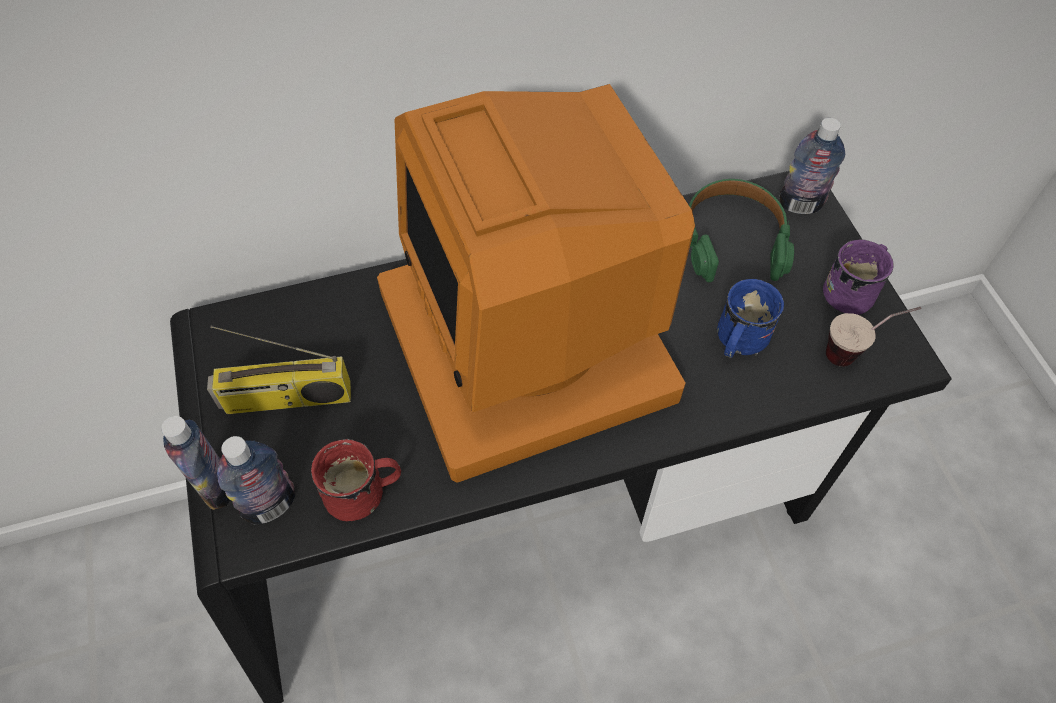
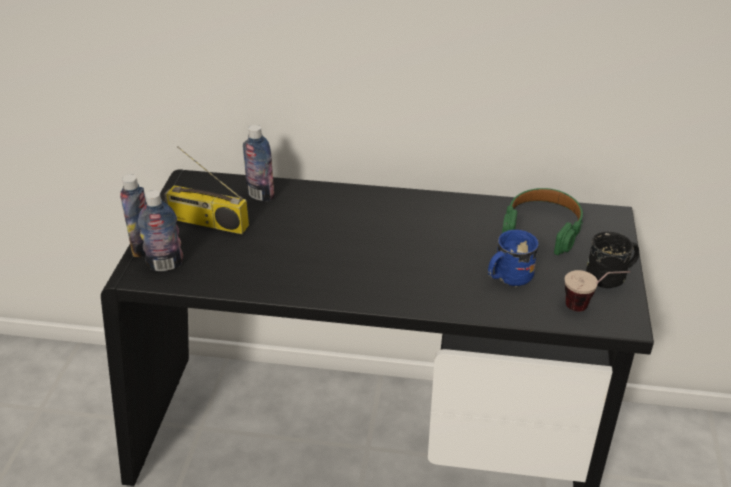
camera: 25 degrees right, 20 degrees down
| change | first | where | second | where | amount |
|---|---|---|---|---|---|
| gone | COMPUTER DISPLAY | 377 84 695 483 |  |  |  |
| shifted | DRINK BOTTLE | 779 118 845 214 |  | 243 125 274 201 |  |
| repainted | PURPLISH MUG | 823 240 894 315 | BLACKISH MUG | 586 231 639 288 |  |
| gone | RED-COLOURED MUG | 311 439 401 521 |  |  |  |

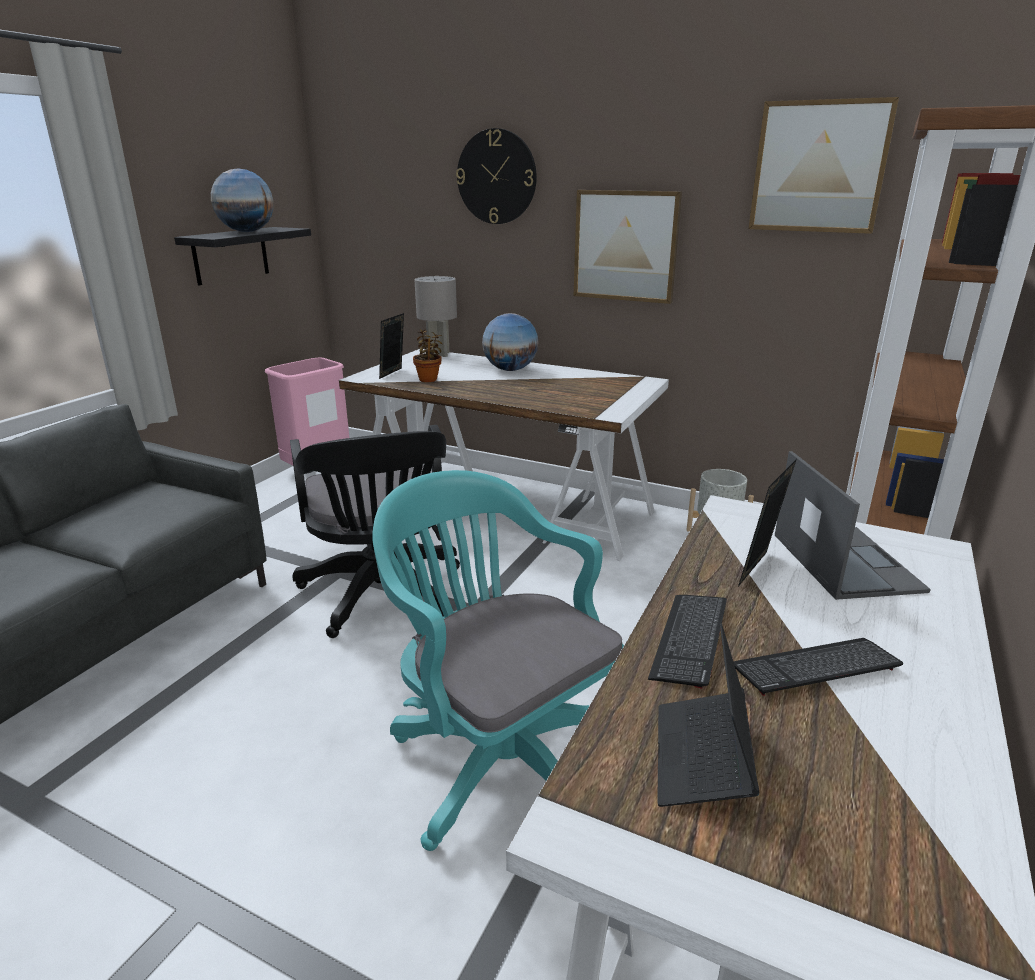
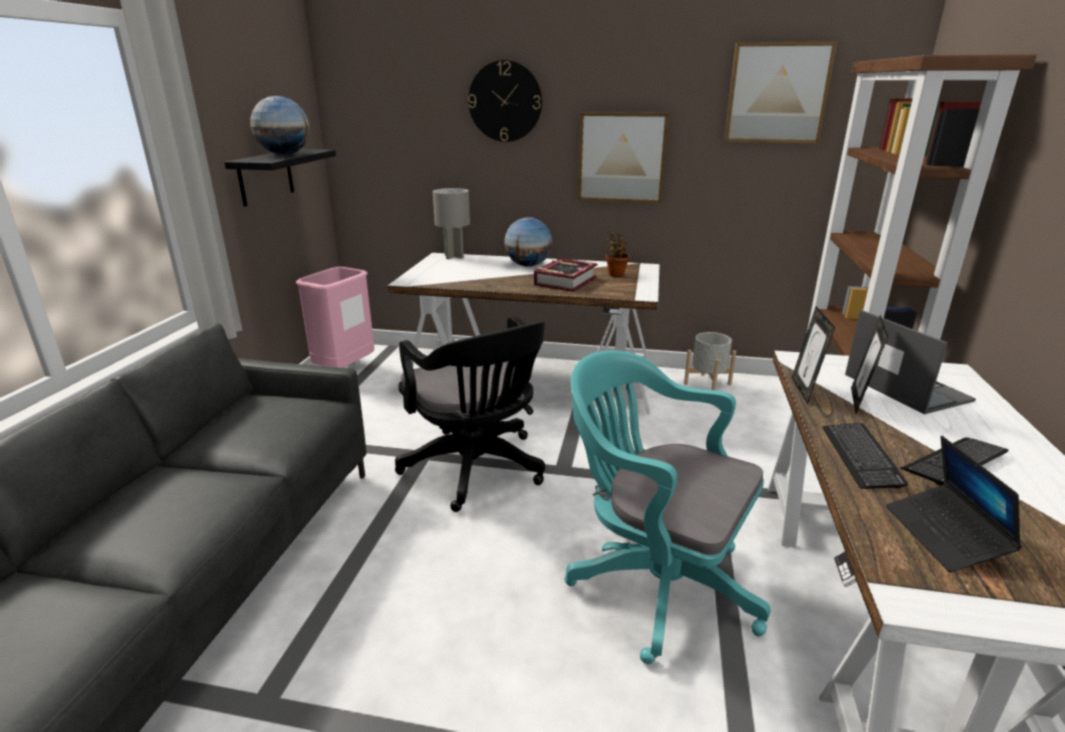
camera: 15 degrees left, 0 degrees up
| change | first | where | second | where | amount |
|---|---|---|---|---|---|
| shifted | STANDING FRAME | 379 313 404 379 |  | 792 306 835 404 |  |
| shifted | PLANT IN A POT | 413 329 443 382 |  | 605 232 630 277 |  |
| new |  |  | BOOK | 534 258 598 292 |  |

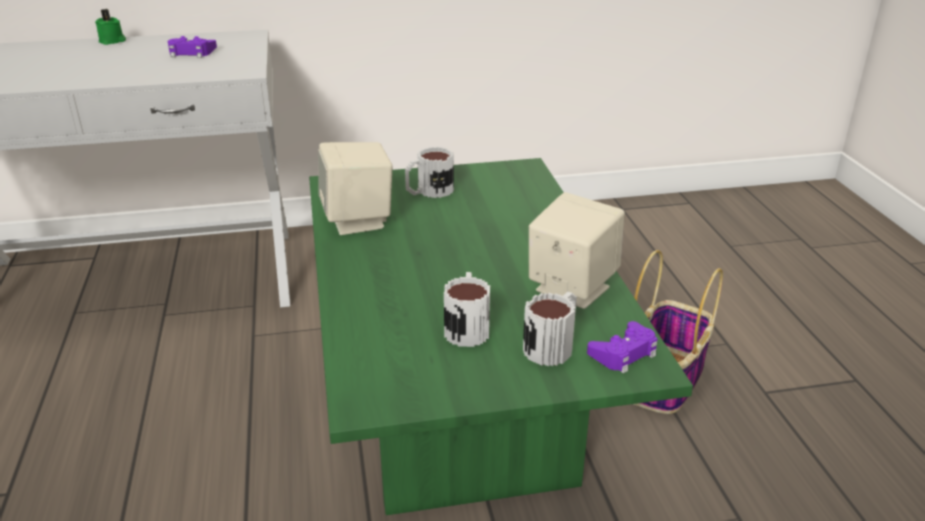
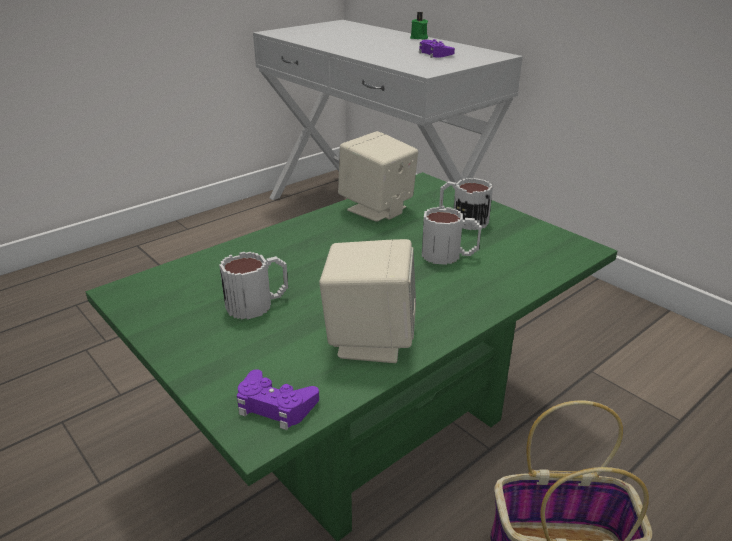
camera: 60 degrees right, 0 degrees up
| change | first | where | second | where | amount |
|---|---|---|---|---|---|
| shifted | MUG | 523 292 577 367 |  | 422 207 481 265 |  |

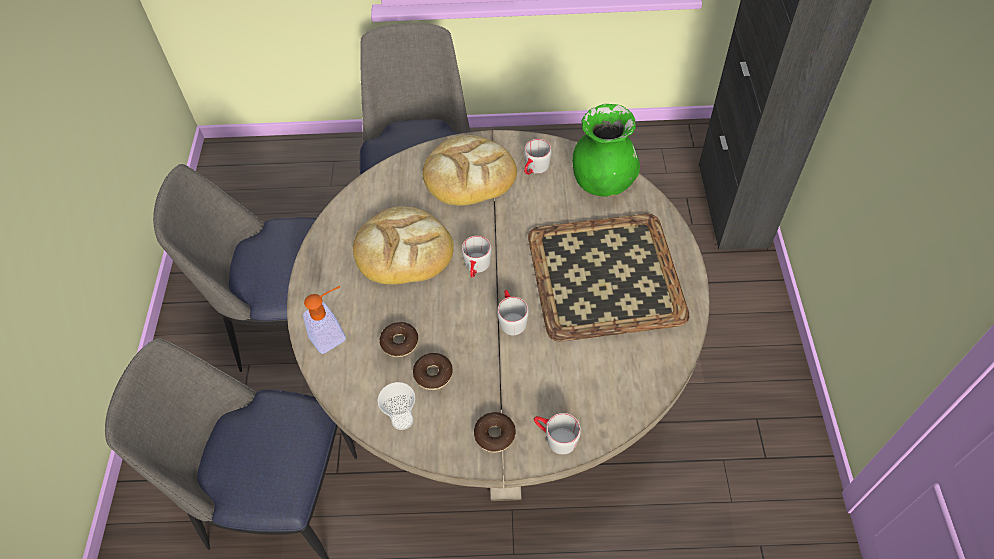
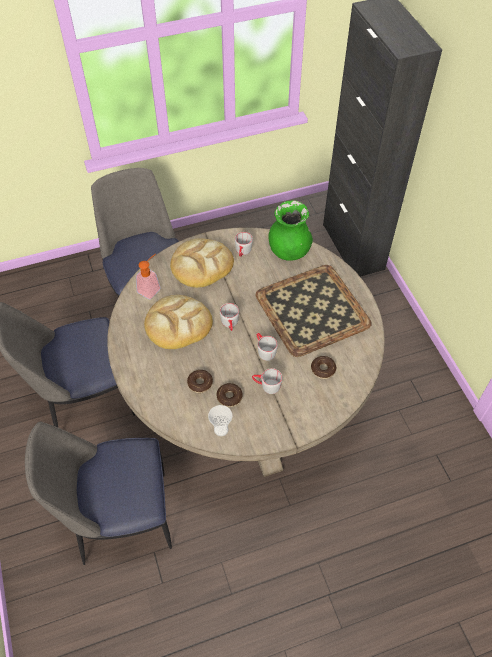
camera: 20 degrees left, 0 degrees up
| change | first | where | second | where | amount |
|---|---|---|---|---|---|
| shifted | SOAP BOTTLE | 303 286 346 354 |  | 136 254 161 299 |  |
| shifted | DONUT | 474 412 516 453 |  | 311 356 336 379 |  |
| shifted | GREYISH MUG | 534 413 581 455 |  | 252 368 282 394 |  |

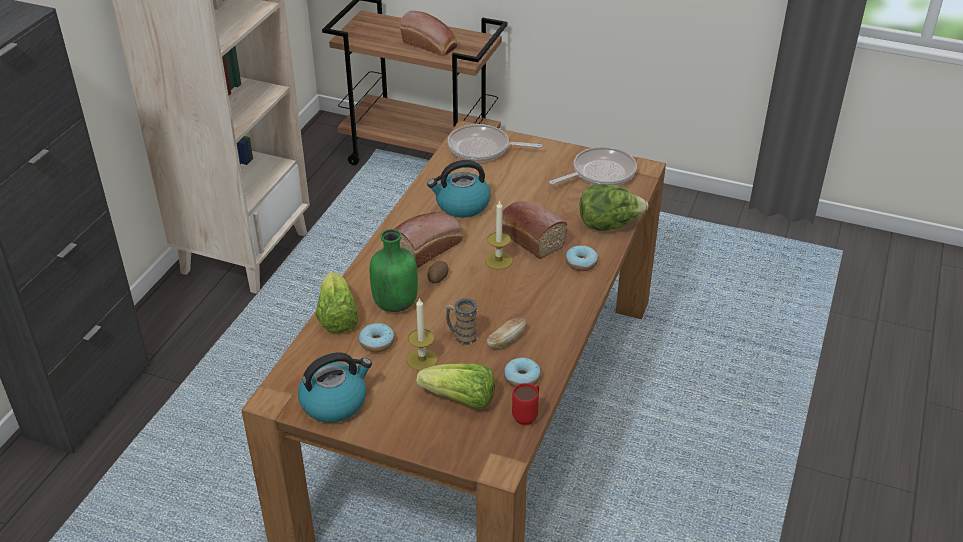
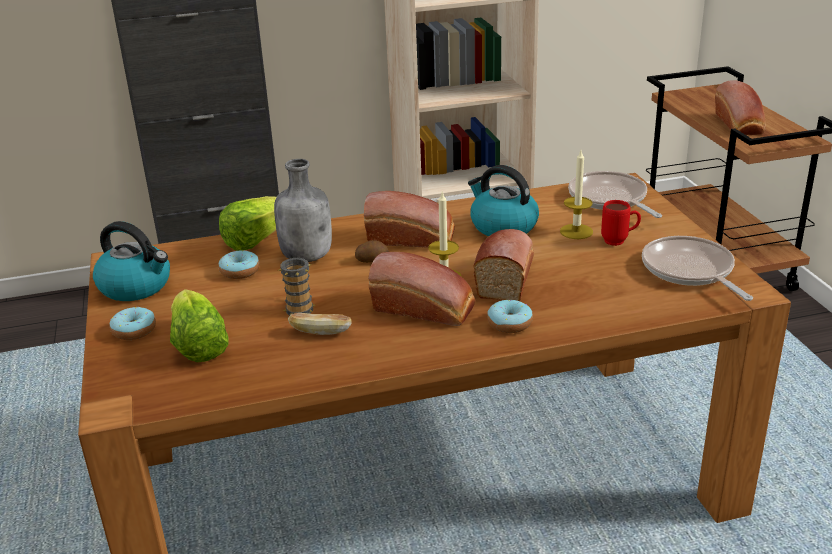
camera: 55 degrees right, 10 degrees down
| change | first | where | second | where | amount |
|---|---|---|---|---|---|
| rotated | PAN | 549 147 637 186 |  | 642 236 753 301 | 135 degrees counterclockwise |
| gone | LETTUCE HEAD | 580 184 649 231 |  |  |  |
| repainted | GREEN DRINK BOTTLE | 370 229 418 312 | GREYISH DRINK BOTTLE | 274 159 332 262 |  |
| shifted | WAX CANDLE | 407 297 438 371 |  | 560 151 593 239 |  |
| shifted | DONUT | 504 358 541 387 |  | 110 307 156 340 |  |
| shifted | RED-COLOURED MUG | 512 383 539 426 |  | 601 200 641 246 |  |
| new |  |  | BAKERY BREAD | 368 252 475 326 |  |

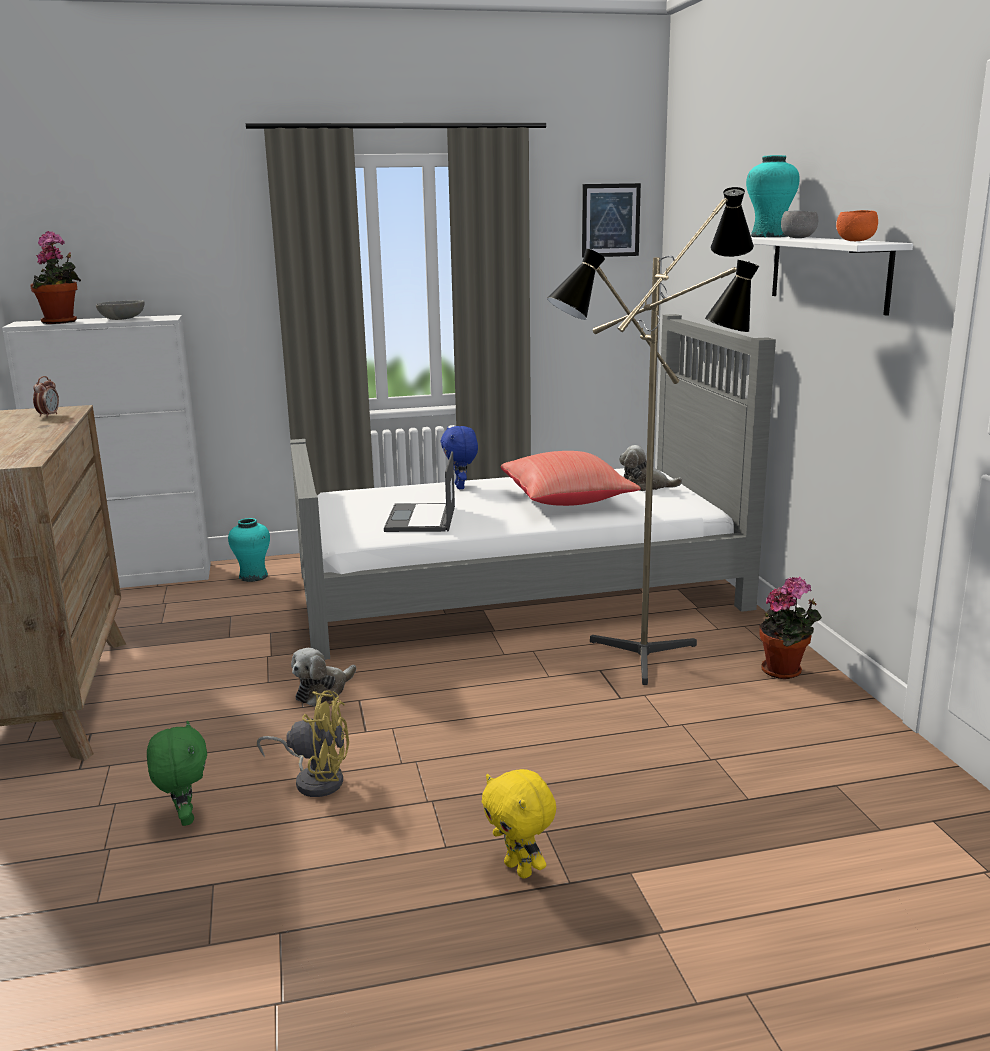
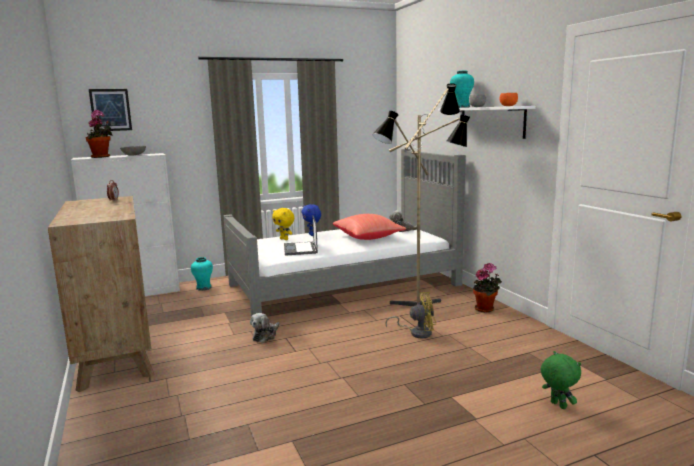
camera: 10 degrees left, 5 degrees down
| change | first | where | second | where | amount |
|---|---|---|---|---|---|
| shifted | PICTURE | 582 183 641 258 |  | 89 89 132 131 |  |
| shifted | YELLOWISH ELECTRIC FAN | 257 690 349 797 |  | 385 292 436 338 |  |
| shifted | GREEN CUDDLY TOY | 147 721 207 826 |  | 541 351 581 409 |  |
| shifted | YELLOWISH CUDDLY TOY | 482 769 556 879 |  | 272 208 294 240 |  |

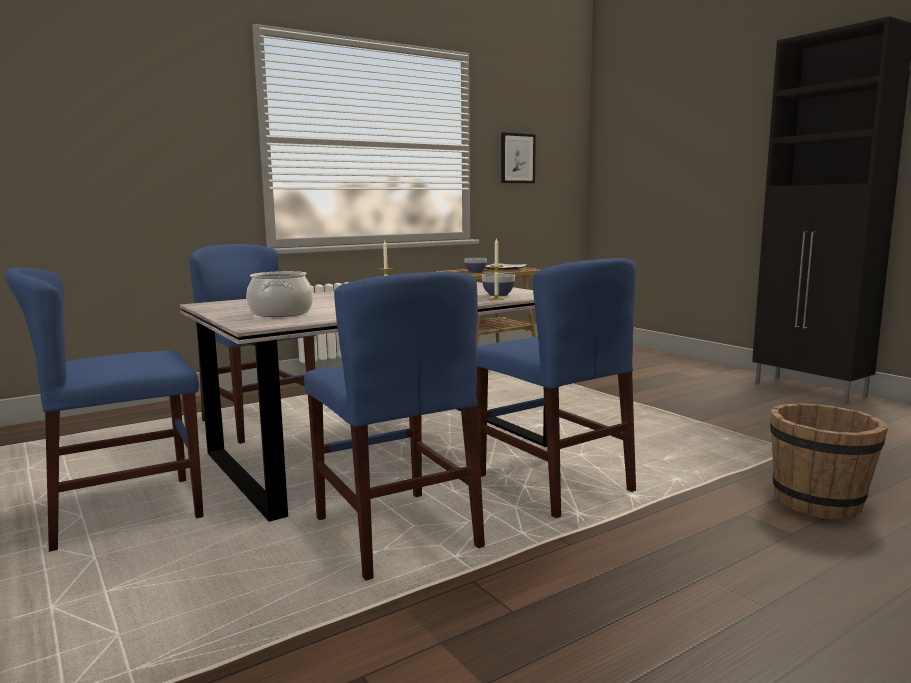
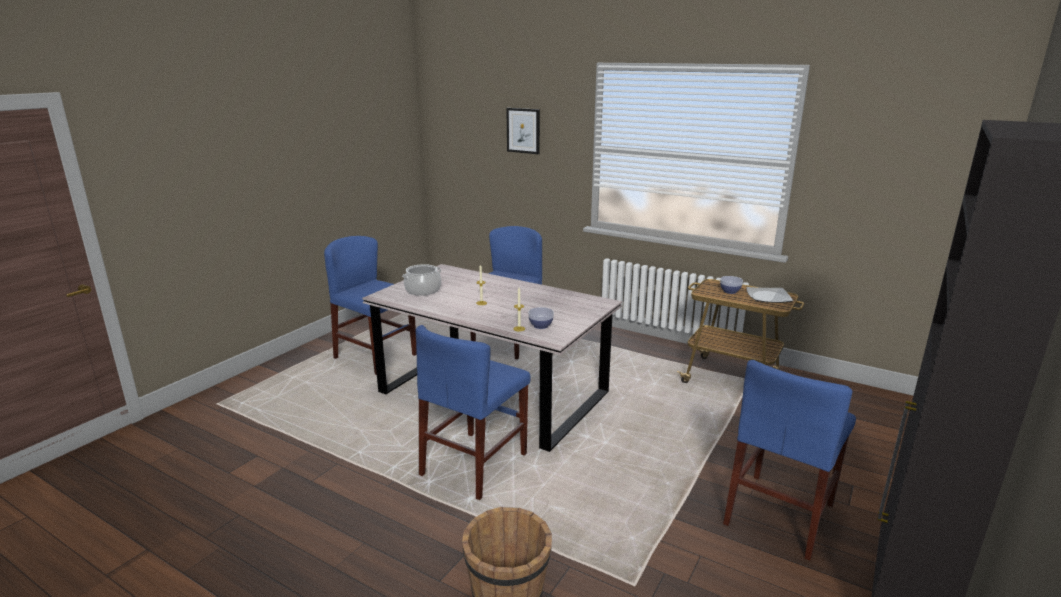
camera: 65 degrees right, 10 degrees up
| change | first | where | second | where | amount |
|---|---|---|---|---|---|
| shifted | PICTURE | 501 132 536 183 |  | 506 108 540 154 |  |
| shifted | BLUE-COLOURED PLAIN CHAIR | 304 272 485 581 |  | 723 360 856 561 |  |

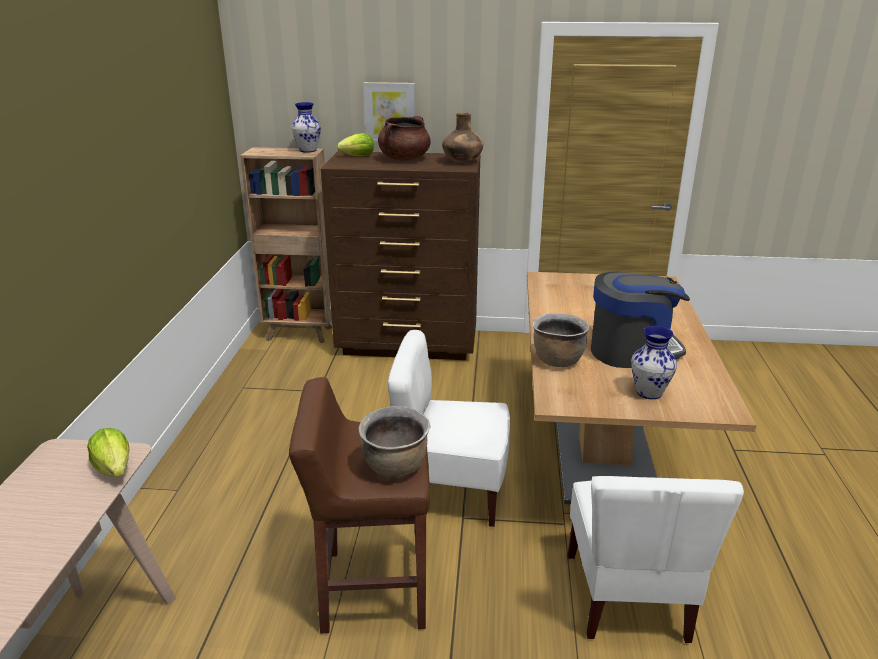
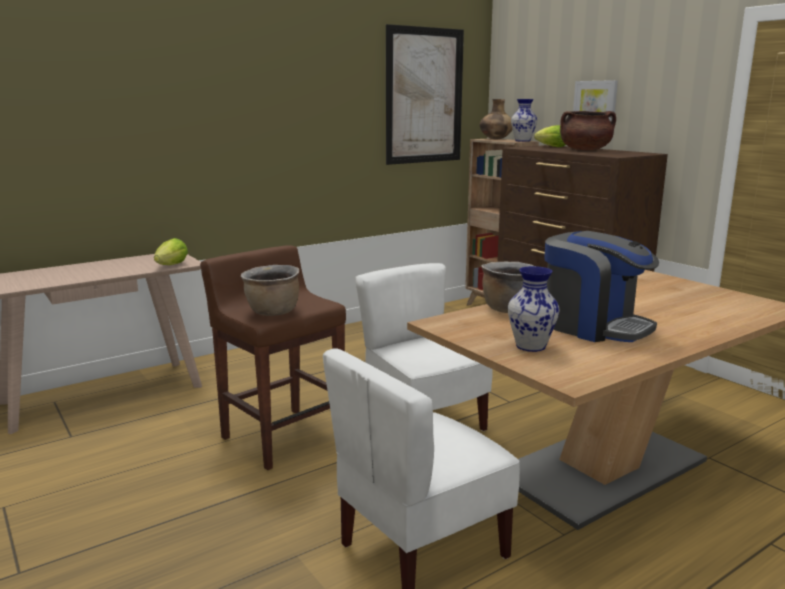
camera: 50 degrees right, 10 degrees down
| change | first | where | second | where | amount |
|---|---|---|---|---|---|
| shifted | BROWN DECORATIVE VASE | 442 113 484 163 |  | 480 99 513 139 |  |
| new |  |  | PICTURE | 386 24 464 165 |  |

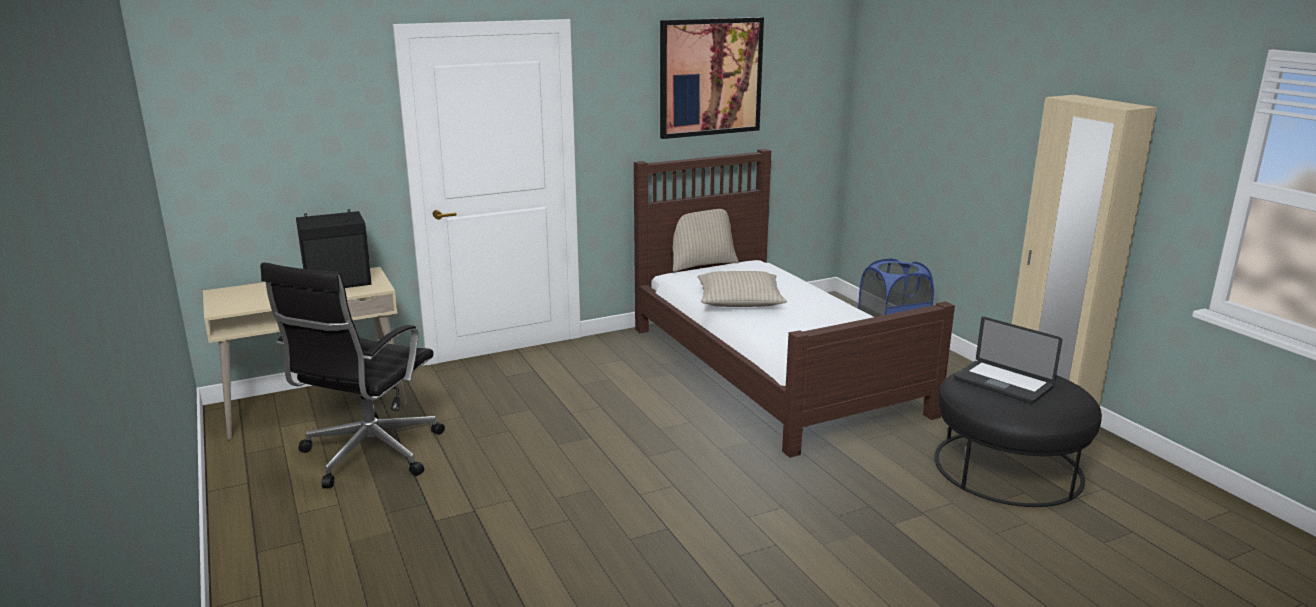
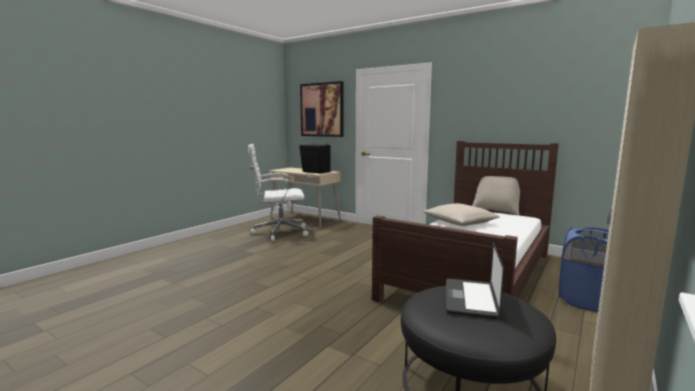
camera: 60 degrees right, 10 degrees down
| change | first | where | second | where | amount |
|---|---|---|---|---|---|
| shifted | PICTURE | 660 17 764 139 |  | 300 81 344 137 |  |
| repainted | BLACKISH DESK CHAIR | 260 262 445 488 | WHITE DESK CHAIR | 248 144 309 241 |  |

